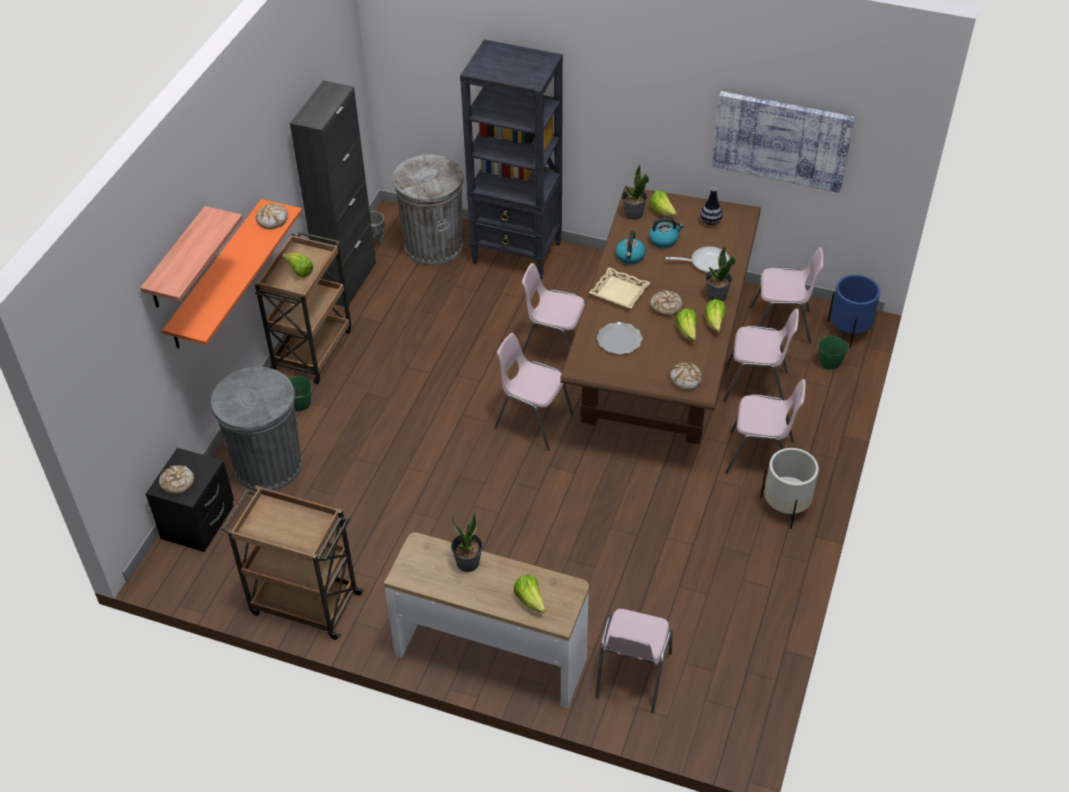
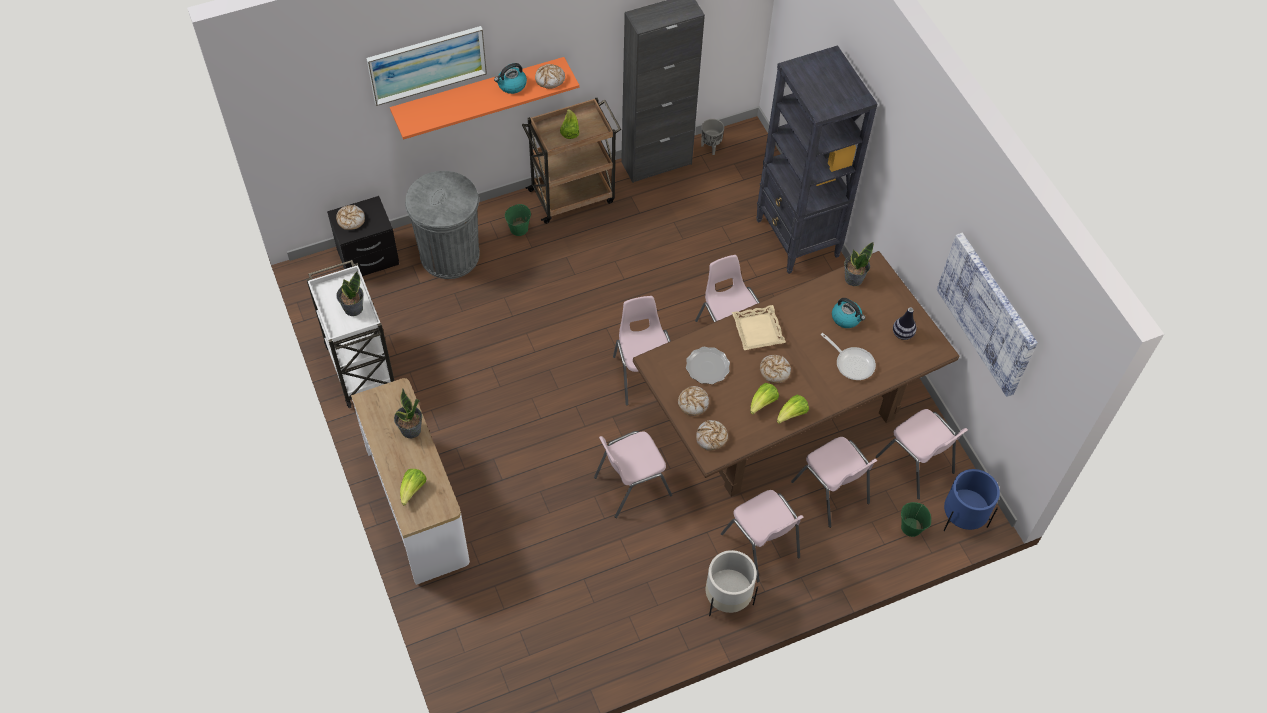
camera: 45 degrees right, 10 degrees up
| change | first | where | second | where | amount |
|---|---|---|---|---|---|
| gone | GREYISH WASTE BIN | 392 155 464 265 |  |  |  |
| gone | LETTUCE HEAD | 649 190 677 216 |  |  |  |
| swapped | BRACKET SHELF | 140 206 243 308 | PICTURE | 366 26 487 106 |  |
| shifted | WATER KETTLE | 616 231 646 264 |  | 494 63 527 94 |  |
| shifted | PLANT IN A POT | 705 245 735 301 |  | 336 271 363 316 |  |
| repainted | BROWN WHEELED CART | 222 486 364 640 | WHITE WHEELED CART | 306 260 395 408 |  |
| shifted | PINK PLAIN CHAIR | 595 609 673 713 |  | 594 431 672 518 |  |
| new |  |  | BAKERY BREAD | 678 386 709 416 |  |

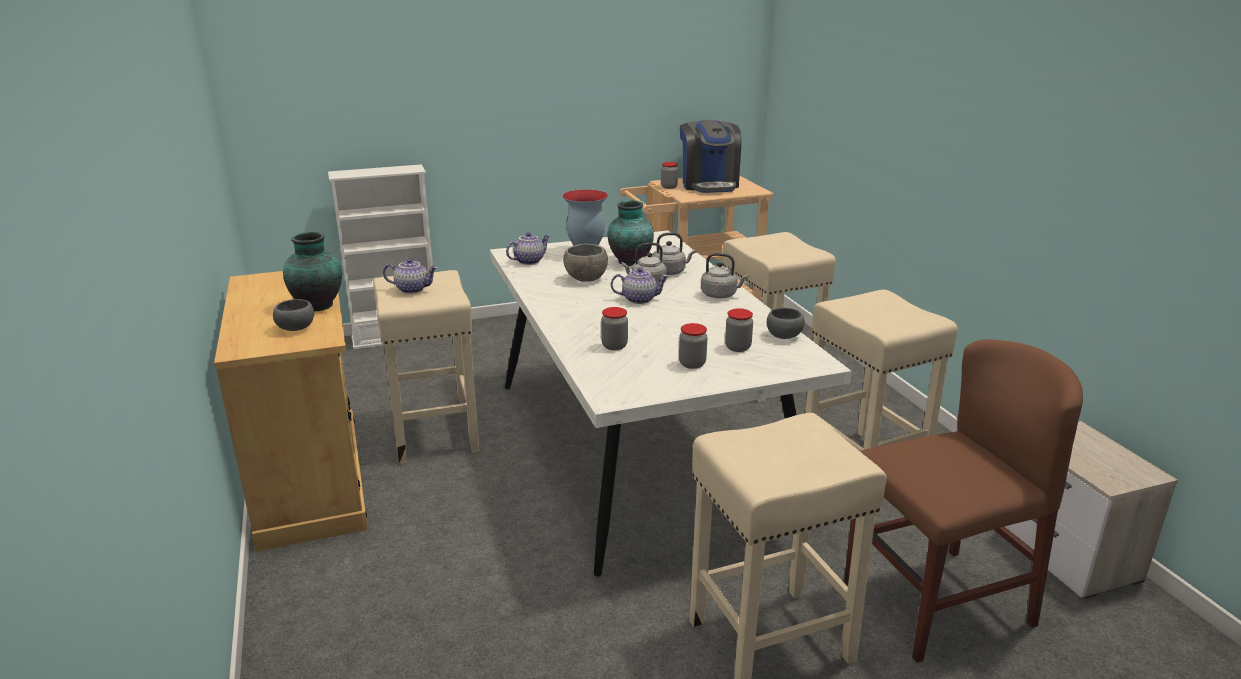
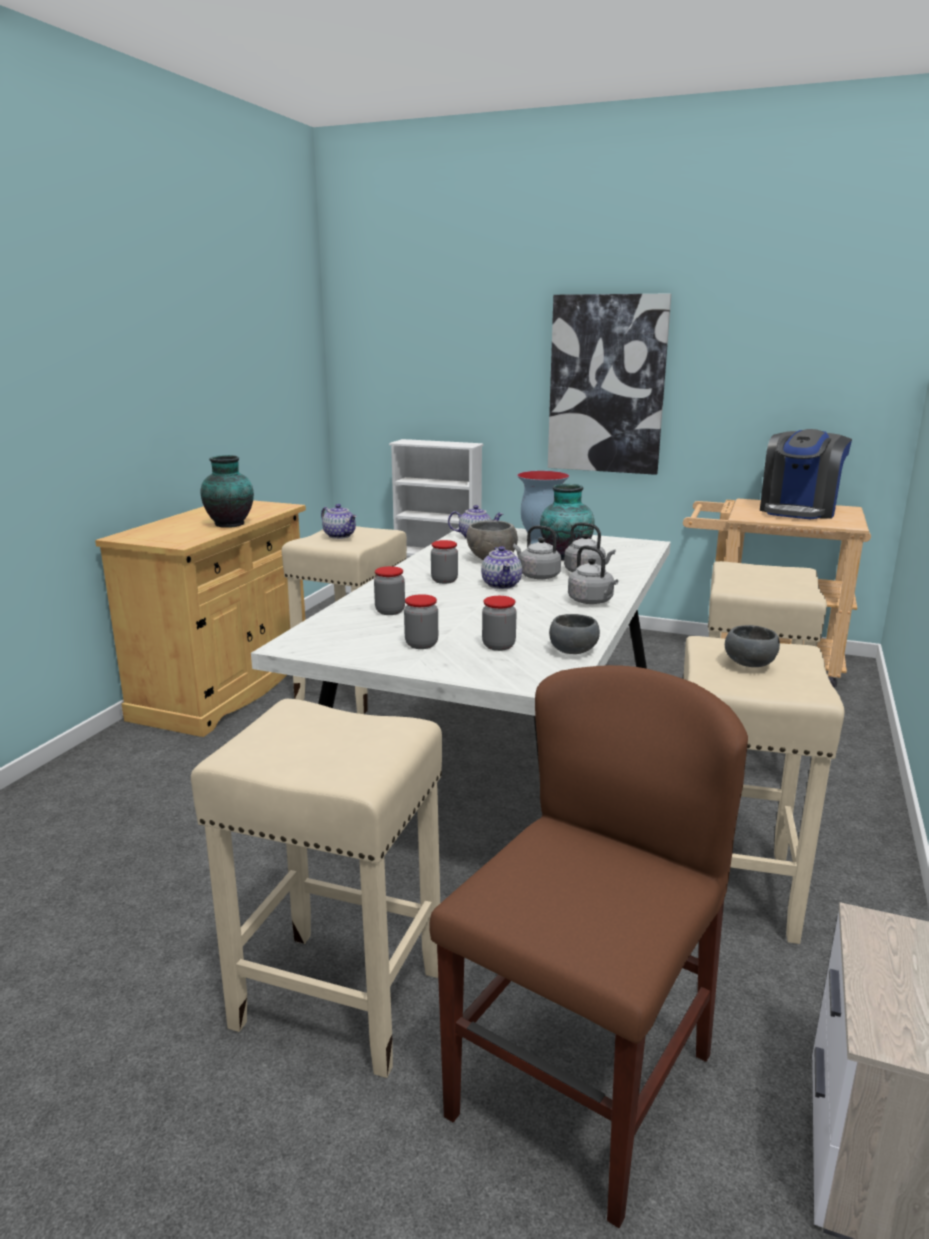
camera: 40 degrees right, 5 degrees down
| change | first | where | second | where | amount |
|---|---|---|---|---|---|
| shifted | STORAGE JAR | 661 162 678 189 |  | 431 540 458 584 |  |
| rotated | TEAPOT | 611 267 669 304 |  | 481 546 522 589 | 45 degrees clockwise |
| shifted | GREYISH DEEP DISH | 273 299 314 331 |  | 725 625 780 667 |  |
| rotated | BROWN PLAIN CHAIR | 844 339 1083 663 |  | 429 665 748 1228 | 75 degrees counterclockwise |
| new |  |  | PICTURE | 548 294 671 475 |  |

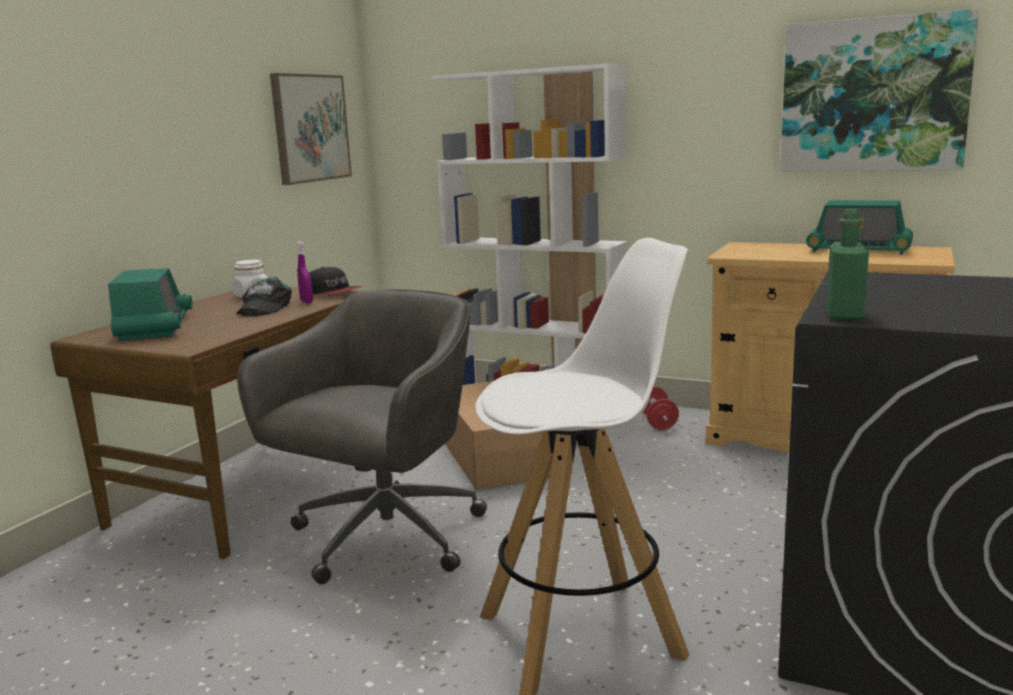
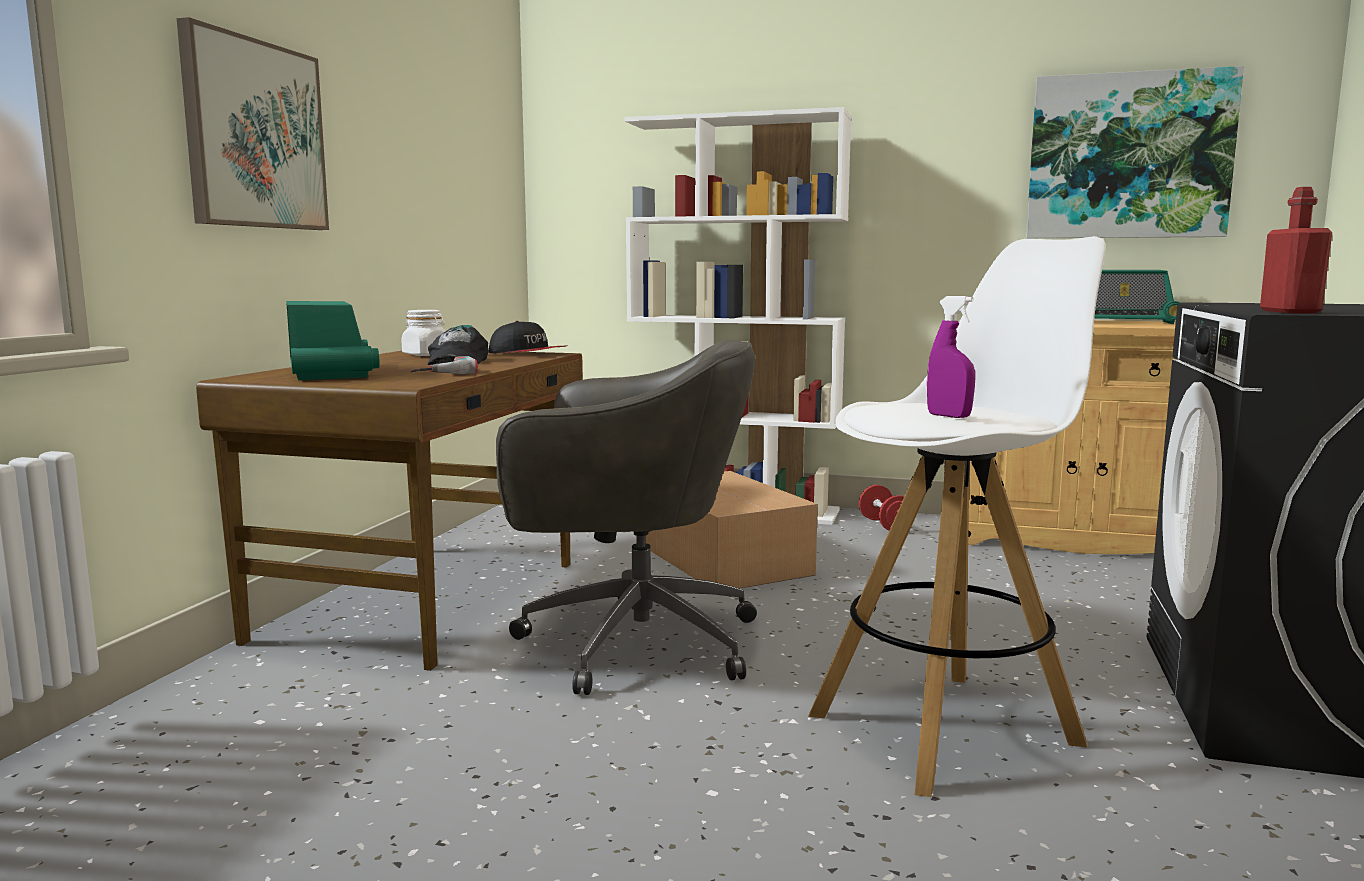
camera: 10 degrees left, 5 degrees down
| change | first | where | second | where | amount |
|---|---|---|---|---|---|
| shifted | PICTURE | 270 73 352 185 |  | 177 17 329 230 |  |
| repainted | GREEN DRINK BOTTLE | 826 209 869 321 | RED-COLOURED DRINK BOTTLE | 1260 187 1332 313 |  |
| shifted | PURPLISH SPRAY BOTTLE | 297 241 313 303 |  | 927 296 975 418 |  |
| rotated | GREYISH DESK CHAIR | 237 289 487 584 |  | 496 340 757 695 | 75 degrees clockwise |
| new |  |  | DRILL | 411 356 478 374 |  |

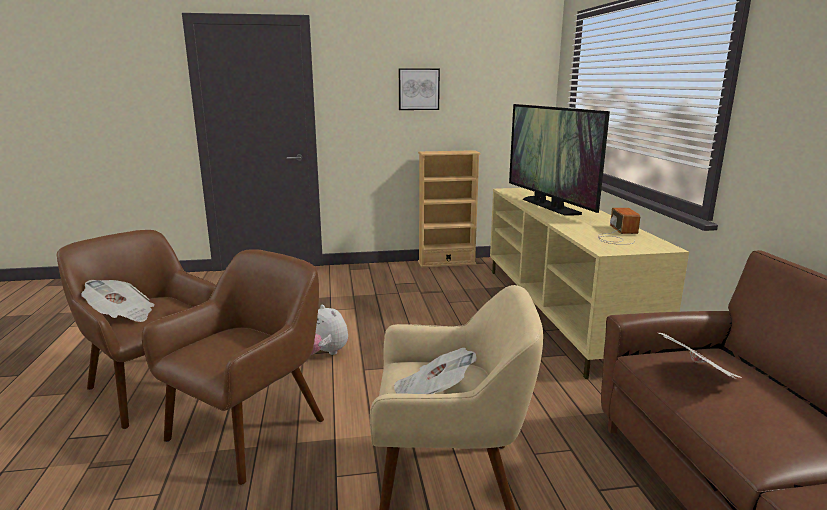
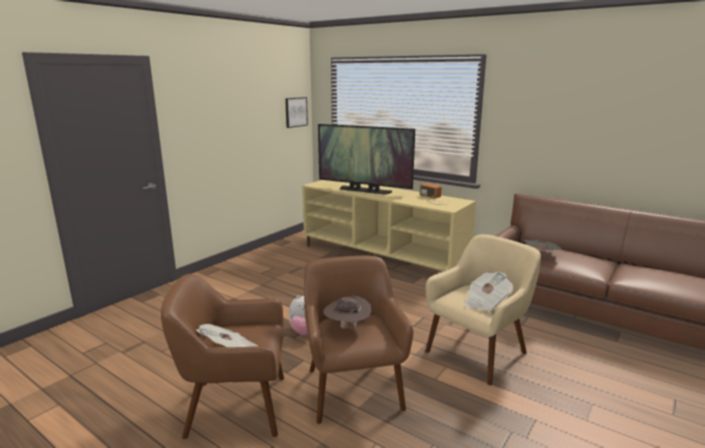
camera: 45 degrees left, 0 degrees up
| change | first | where | second | where | amount |
|---|---|---|---|---|---|
| shifted | PICTURE | 399 68 440 110 |  | 285 97 308 128 |  |
| gone | BEIGE BOOKSHELF | 418 150 481 268 |  |  |  |
| new |  |  | BROWN CLOTHING HAT | 323 296 371 329 |  |

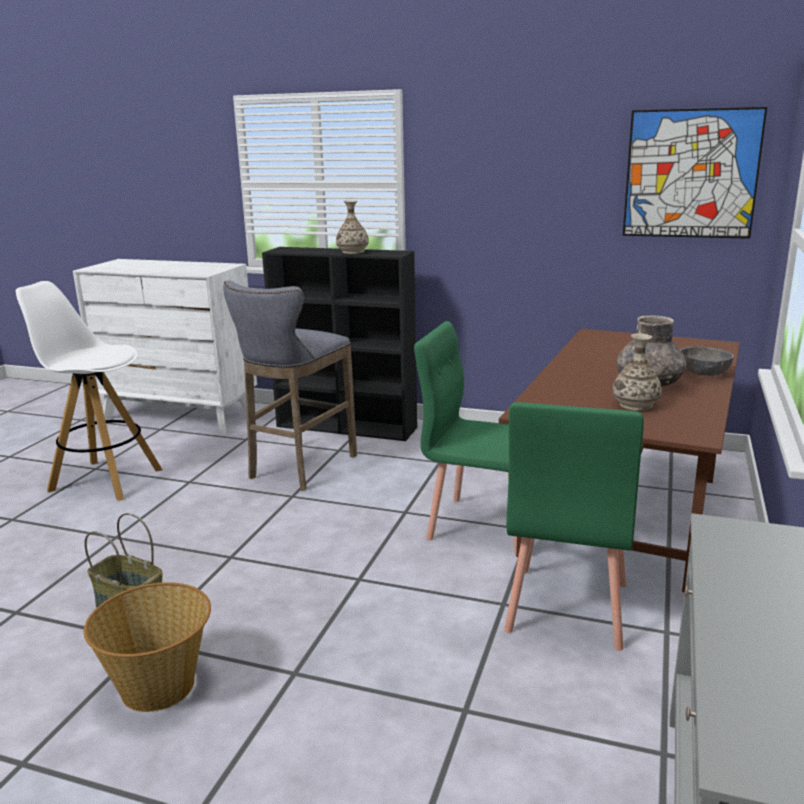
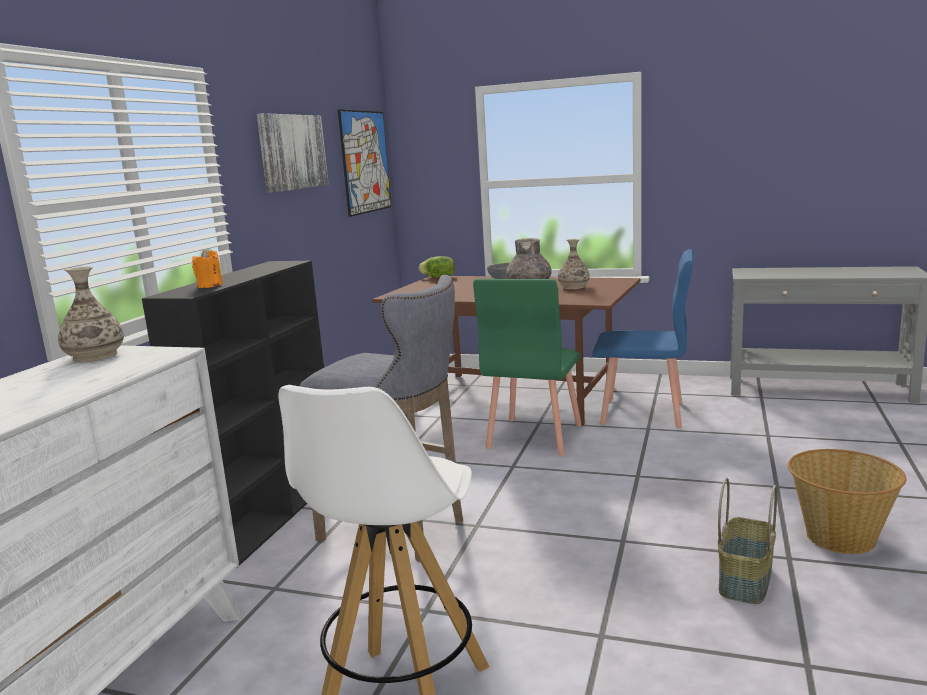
camera: 90 degrees left, 5 degrees down
| change | first | where | second | where | amount |
|---|---|---|---|---|---|
| shifted | DECORATIVE VASE | 336 200 369 254 |  | 58 267 124 362 |  |
| repainted | GREEN PLAIN CHAIR | 504 402 644 651 | BLUE-COLOURED PLAIN CHAIR | 592 249 693 428 |  |
| new |  |  | PICTURE | 257 113 329 193 |  |
| new |  |  | ORANGE-COLOURED WAX CANDLE | 192 249 223 288 |  |
| new |  |  | LETTUCE HEAD | 419 256 455 278 |  |

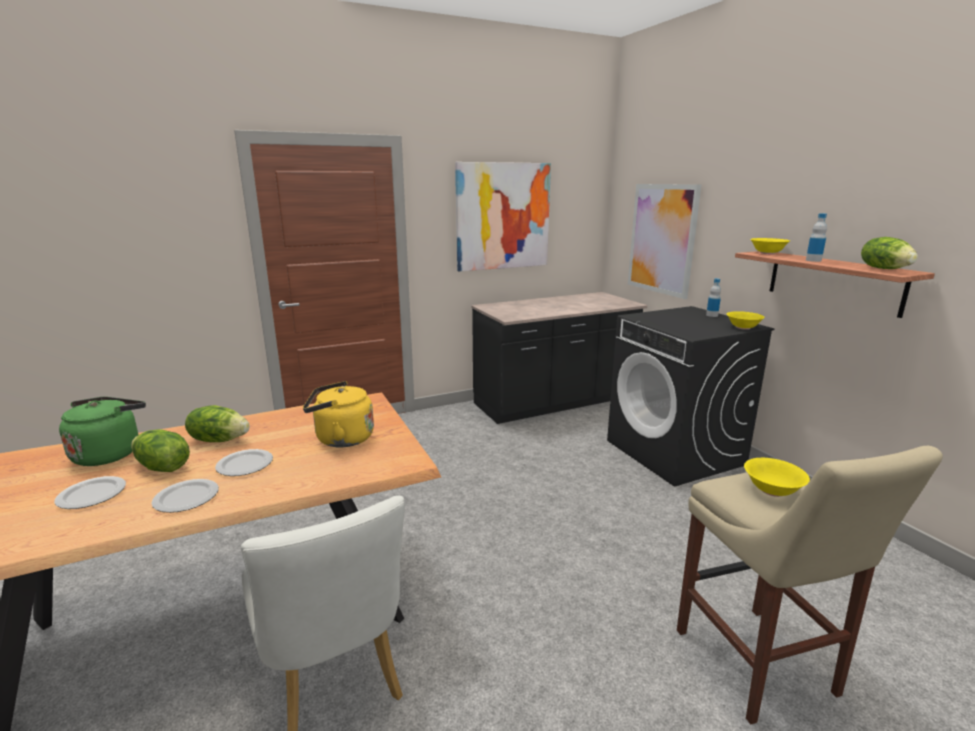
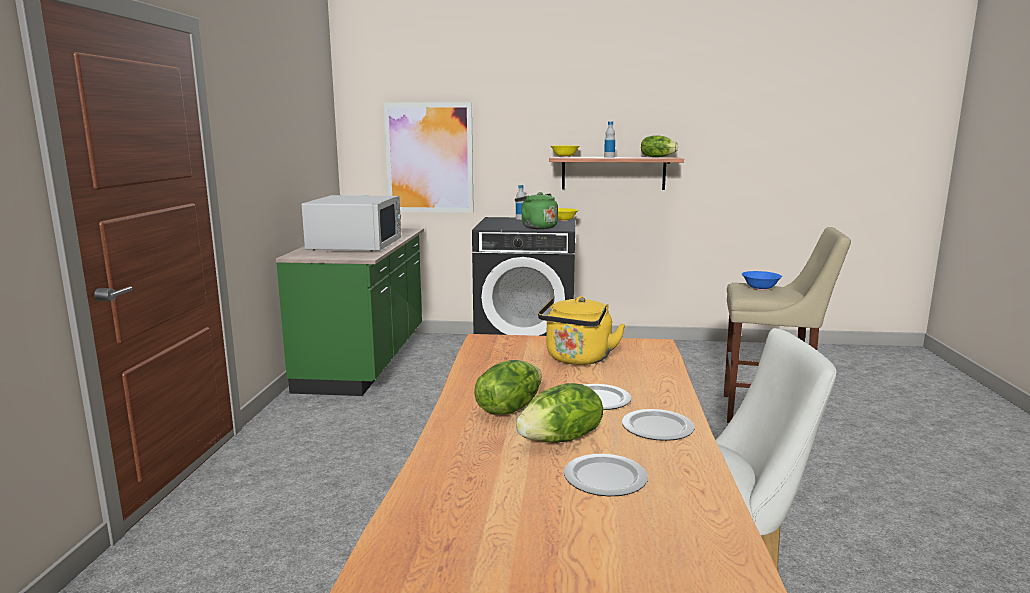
camera: 60 degrees left, 5 degrees down
| change | first | where | second | where | amount |
|---|---|---|---|---|---|
| gone | PICTURE | 455 162 551 271 |  |  |  |
| repainted | BLACKISH KITCHEN COUNTER | 471 292 647 424 | GREEN KITCHEN COUNTER | 276 228 424 396 |  |
| shifted | GREEN WATER KETTLE | 59 397 146 466 |  | 515 192 558 229 |  |
| repainted | YELLOWISH DEEP DISH | 744 458 810 497 | BLUE-COLOURED DEEP DISH | 742 271 782 290 |  |
| new |  |  | WHITE KITCHEN MICROWAVE | 302 195 401 252 |  |

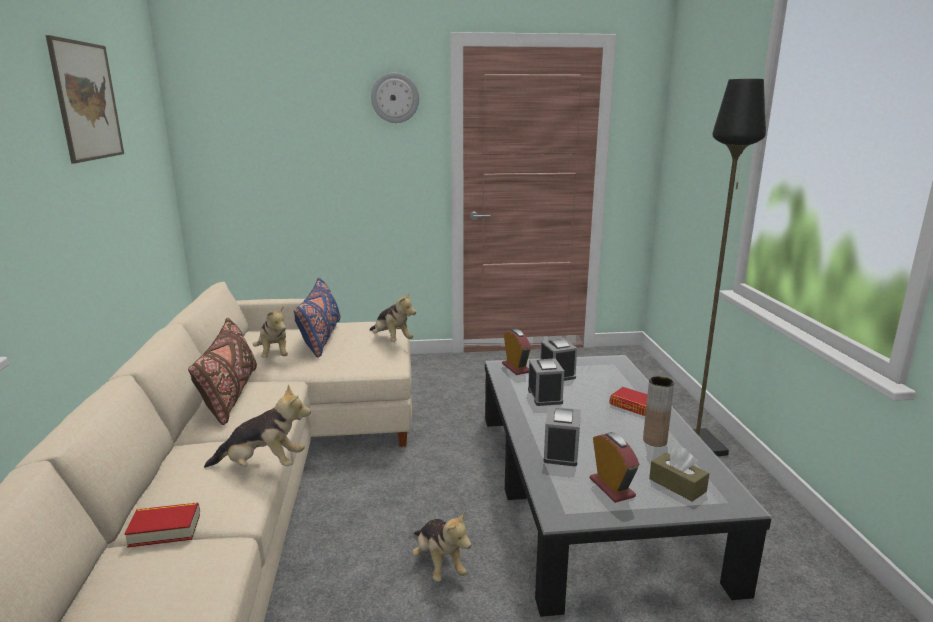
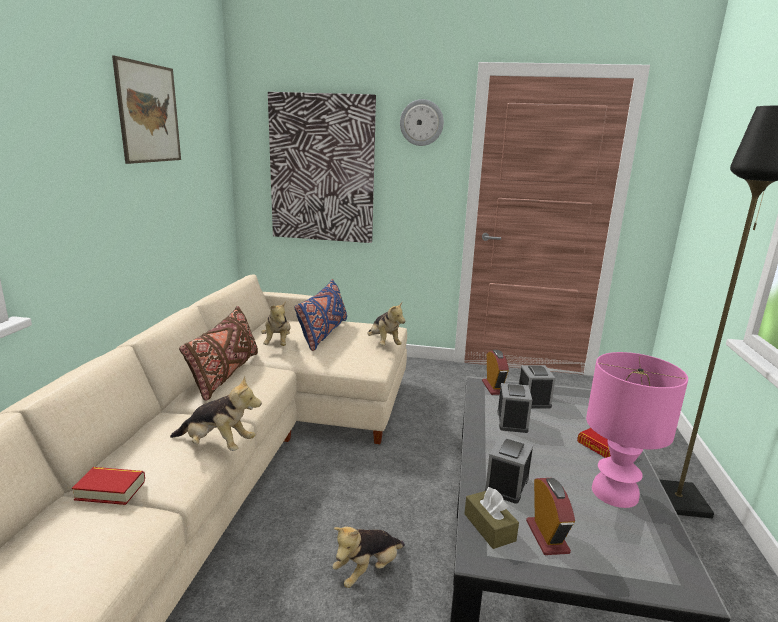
camera: 15 degrees right, 0 degrees up
| change | first | where | second | where | amount |
|---|---|---|---|---|---|
| swapped | BROWN DECORATIVE VASE | 643 376 674 447 | PINK LAMP FOR A TABLE | 586 352 688 508 |  |
| shifted | BROWN TISSUE BOX | 649 447 709 502 |  | 464 487 519 549 |  |
| rotated | CUDDLY TOY | 412 511 471 582 |  | 332 526 405 588 | 60 degrees clockwise |
| new |  |  | PICTURE | 268 92 376 243 |  |

